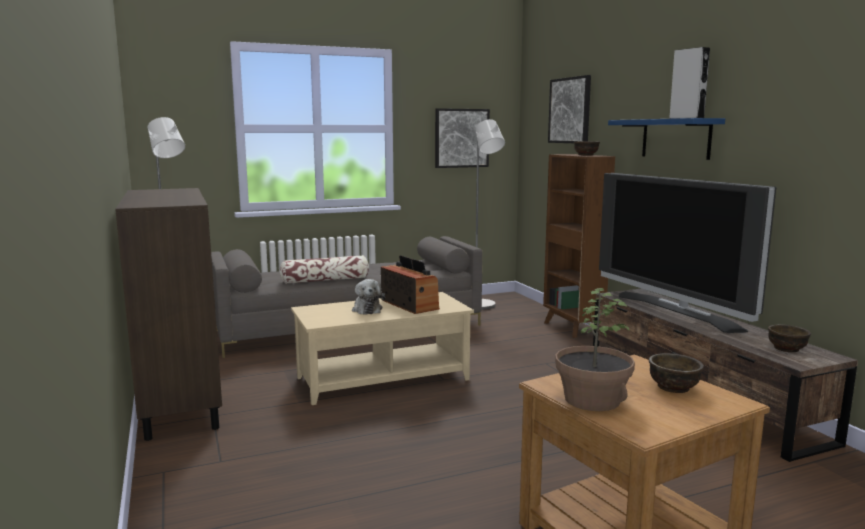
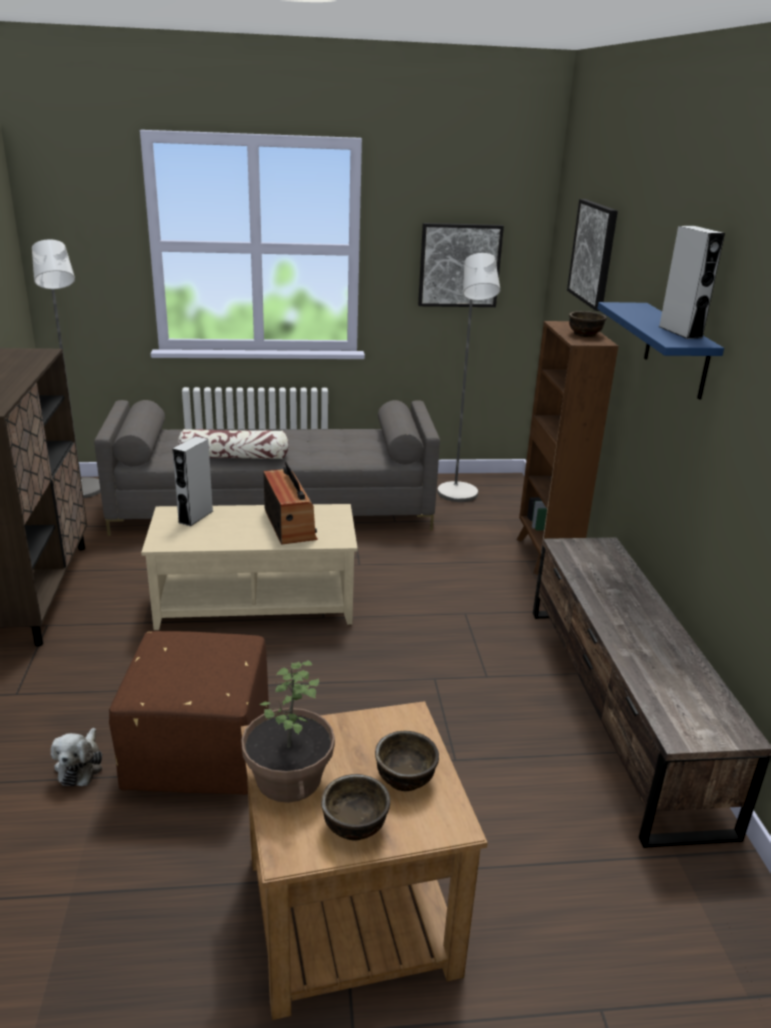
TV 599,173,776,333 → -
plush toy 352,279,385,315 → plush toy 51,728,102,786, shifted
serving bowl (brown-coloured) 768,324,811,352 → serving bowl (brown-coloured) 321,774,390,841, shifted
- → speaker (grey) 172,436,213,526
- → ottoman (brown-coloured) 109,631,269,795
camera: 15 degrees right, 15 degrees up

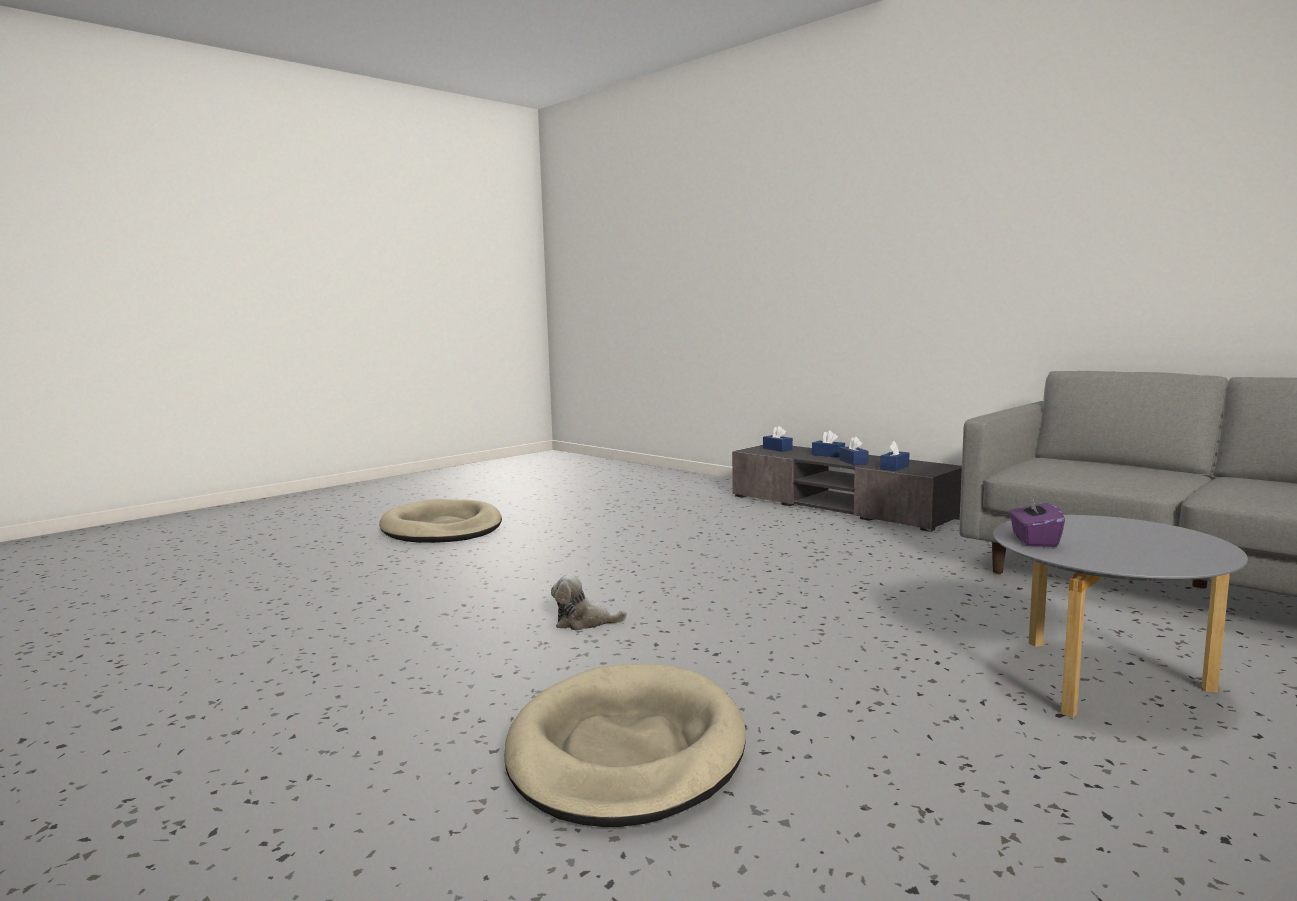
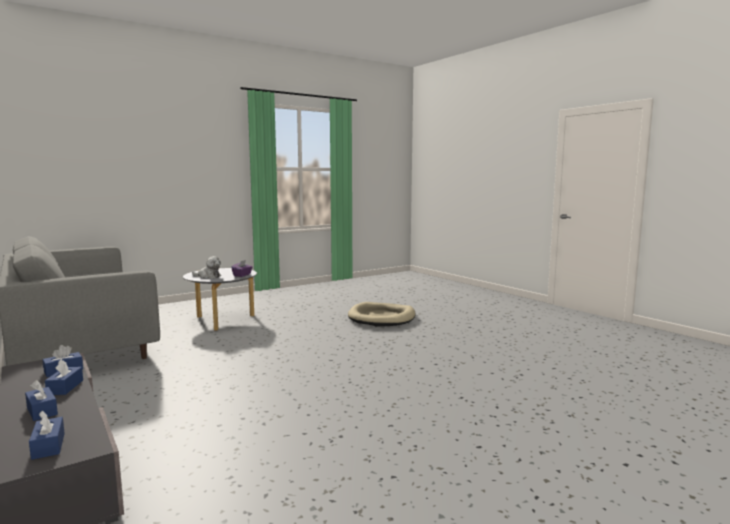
dog cushion (beige) 379,499,502,543 → -
plush toy 551,574,627,631 → plush toy 192,256,221,279, shifted
camera: 170 degrees left, 0 degrees up

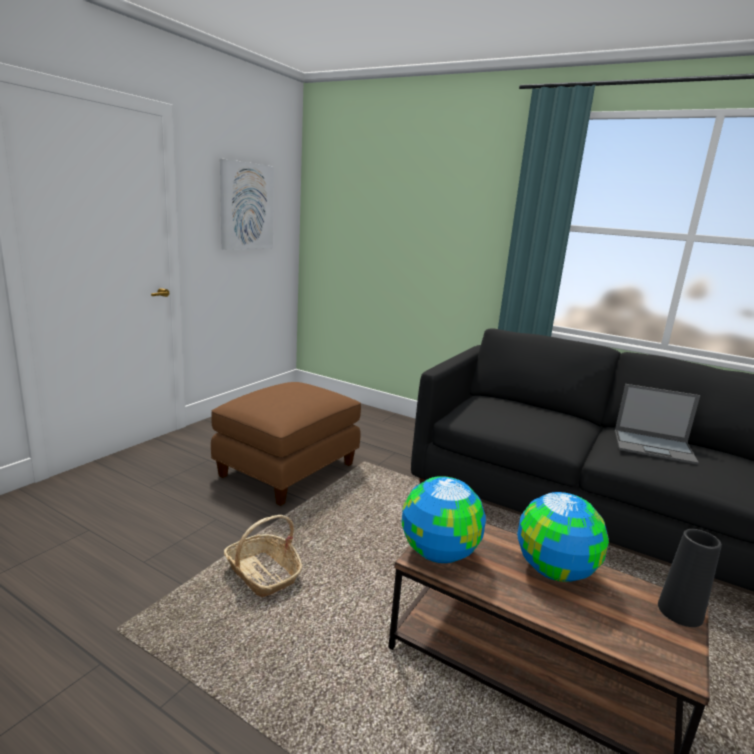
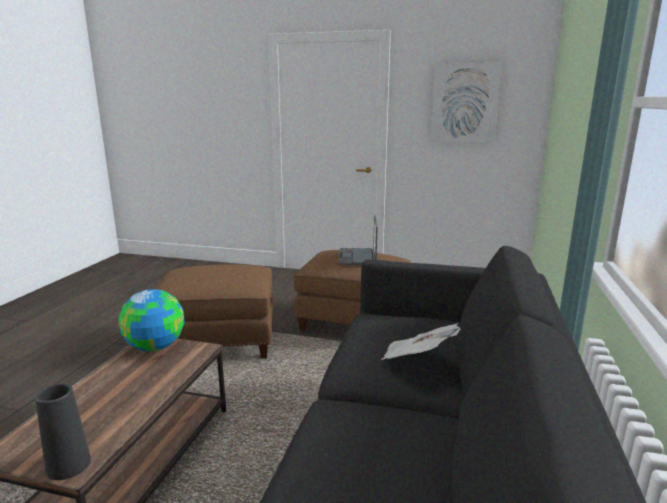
portable computer 615,384,700,465 → portable computer 338,215,378,265, shifted
globe 517,492,609,582 → -
storage basket 224,515,302,597 → ottoman (brown-coloured) 155,264,273,358
- → newspaper 381,324,460,360
camera: 75 degrees right, 0 degrees up

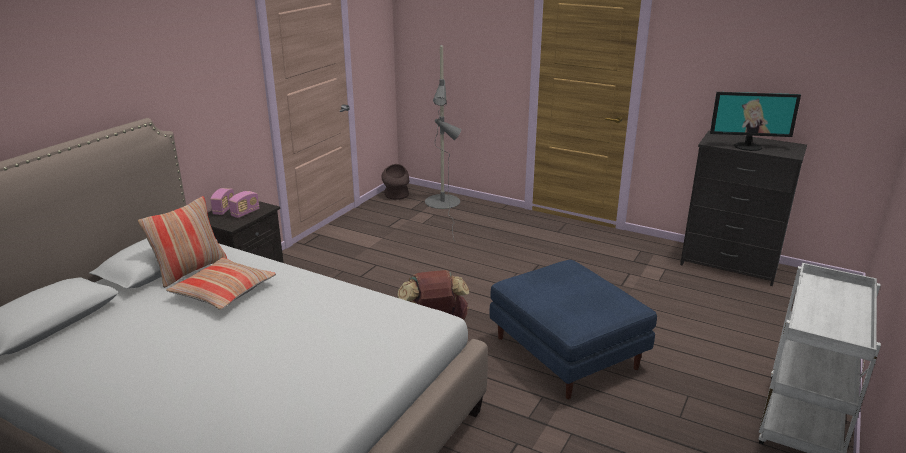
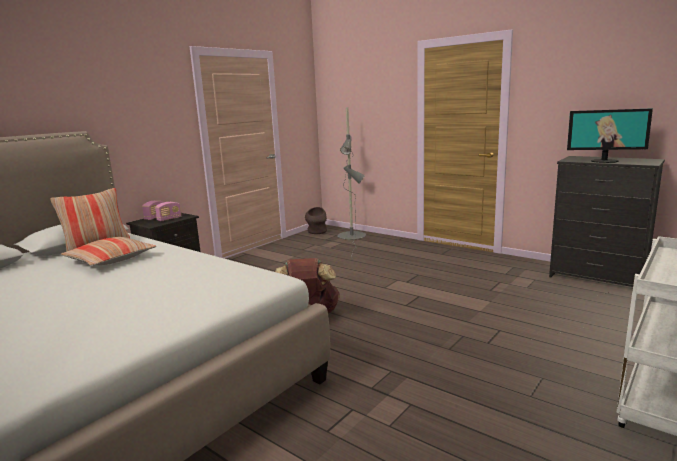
ottoman (blue-coloured) 490,260,657,399 → -
camera: 10 degrees right, 10 degrees down

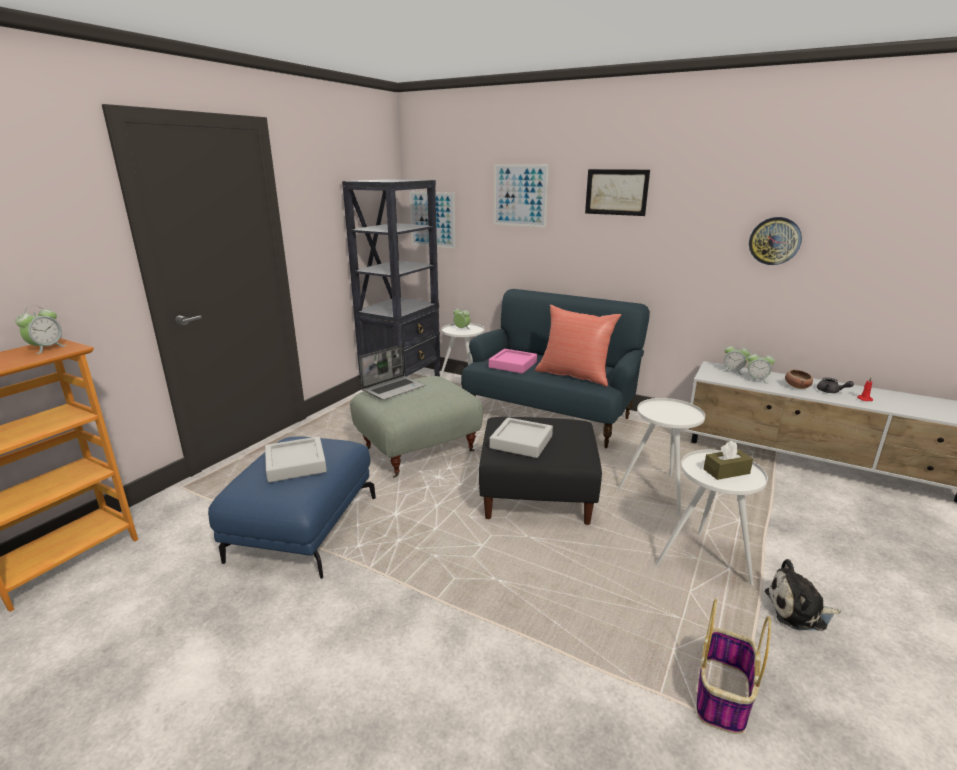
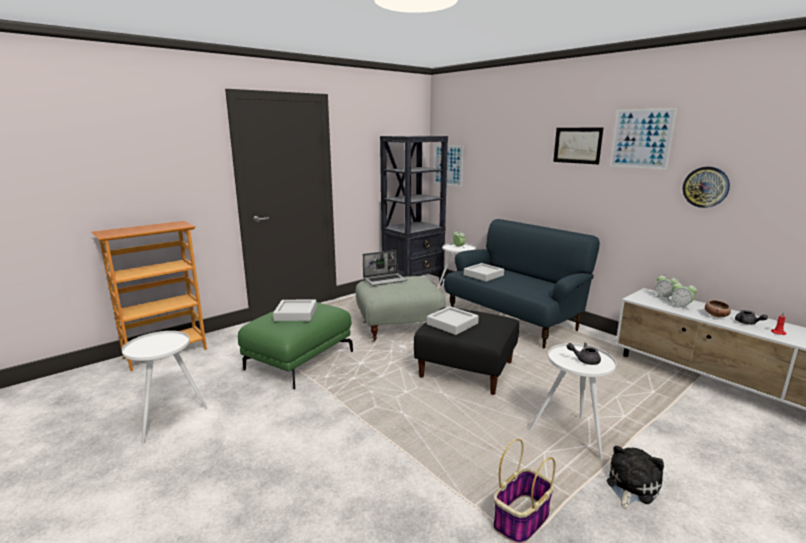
wall art 494,164,549,227 → wall art 610,108,677,170, shifted
bedside clock 15,305,67,354 → -
throw pillow (red) 535,305,621,387 → -
carrying tray (pink-coloured) 489,349,537,374 → carrying tray (grey) 464,263,504,282
accent table (white) 618,398,705,516 → accent table (white) 122,331,207,445, shifted
ottoman (blue-coloured) 208,436,376,579 → ottoman (green) 238,302,353,390
tissue holder (brown-coloured) 704,441,753,480 → tea pot (grey) 567,342,601,365
plush toy 765,559,841,631 → plush toy 607,446,664,509, 105 degrees clockwise
camera: 20 degrees right, 5 degrees down

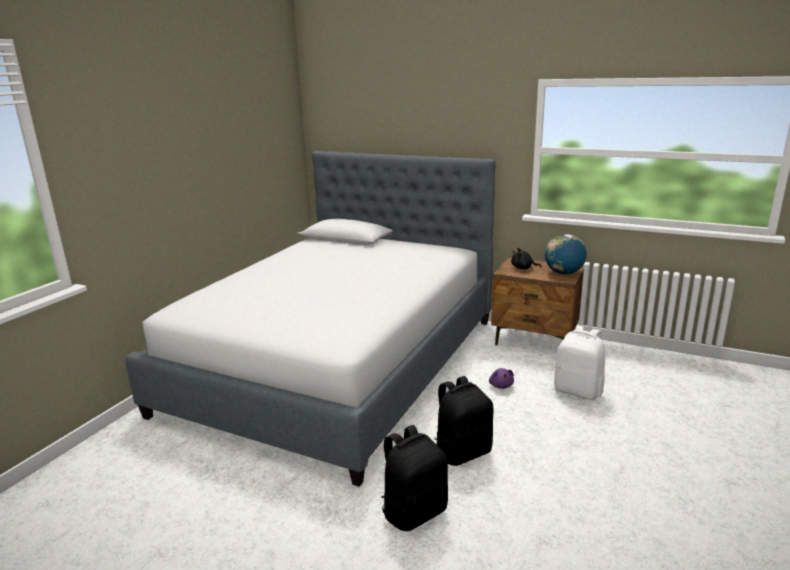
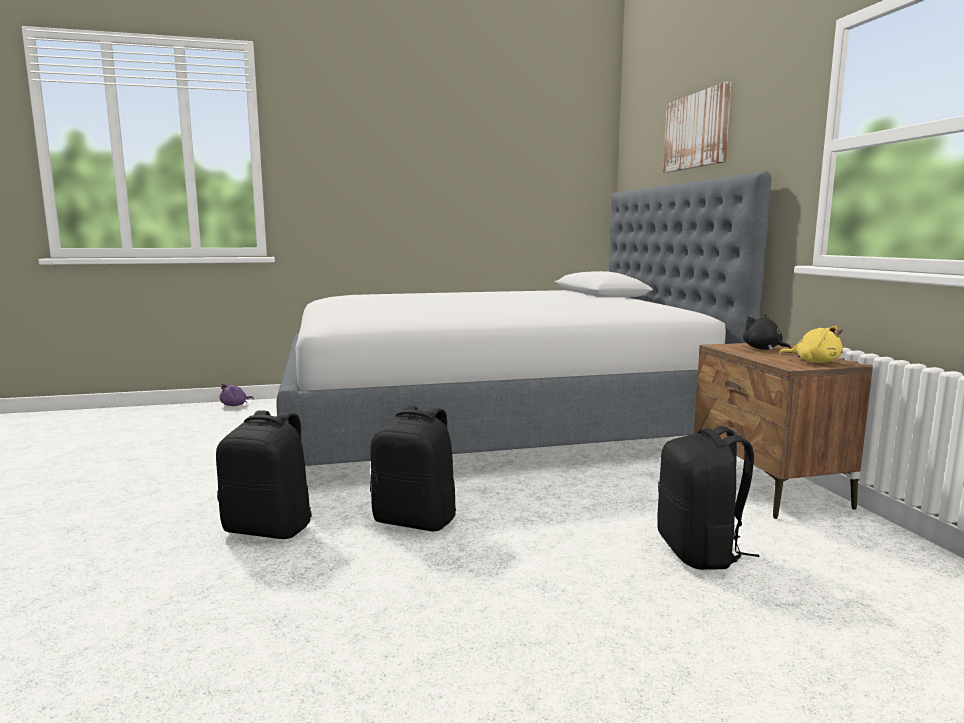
globe 545,234,587,274 → plush toy (yellow-coloured) 778,326,843,363
backpack (white) 554,325,605,400 → backpack (blackish) 657,426,760,570
plush toy (purple-coloured) 489,368,514,389 → plush toy (purple-coloured) 220,384,254,406, shifted
- → wall art 663,82,731,172
camera: 50 degrees right, 10 degrees down

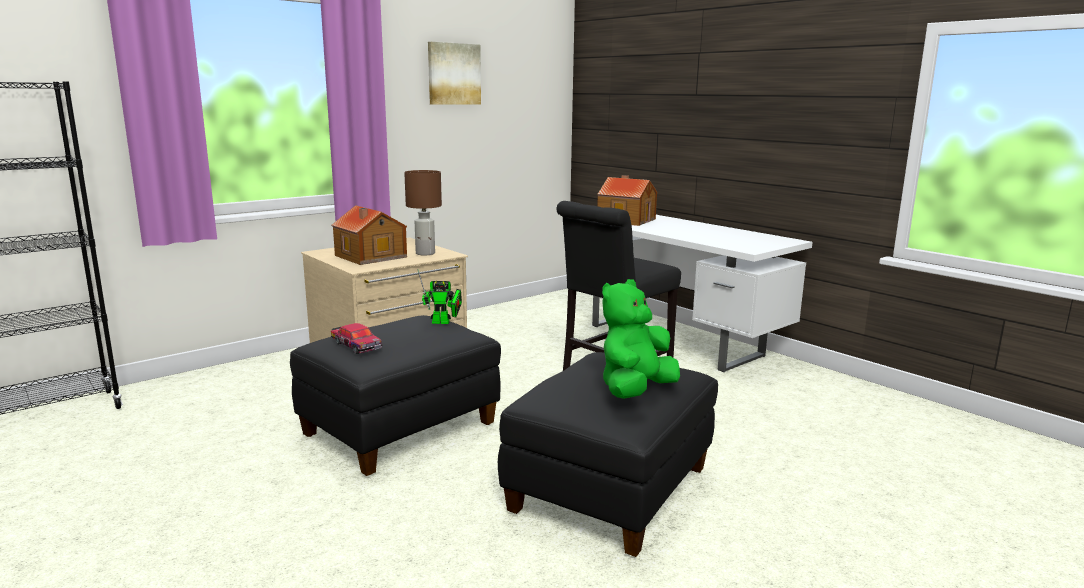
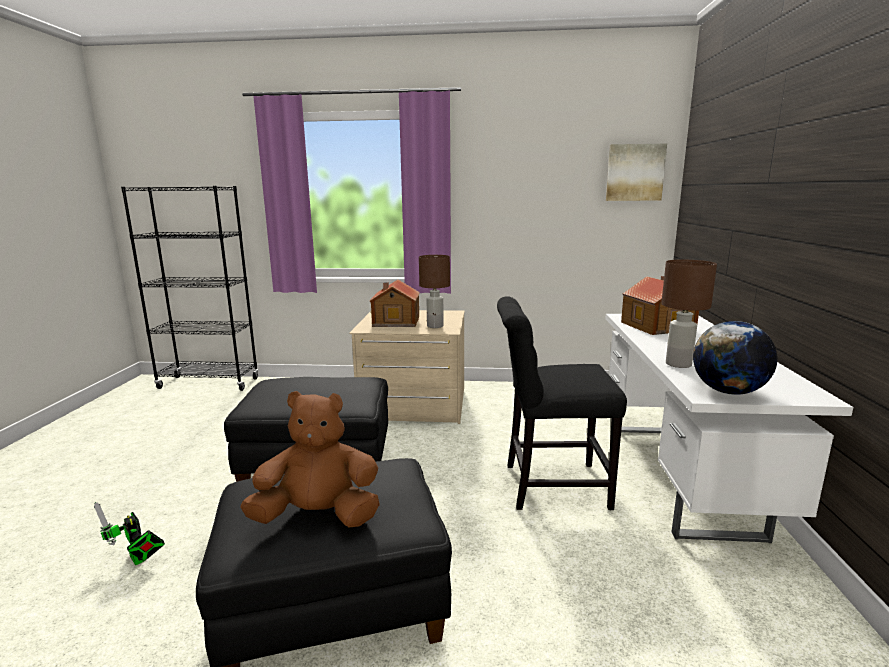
wall art 428,42,481,105 → wall art 606,143,667,201, shifted
model robot 418,270,462,324 → model robot 94,502,165,565, shifted
plush toy (green) 602,279,680,399 → plush toy (brown-coloured) 240,391,380,527
model car 331,323,382,354 → -
- → lamp for a table (brown-coloured) 661,260,717,368
- → globe 693,321,777,395
camera: 45 degrees right, 0 degrees up

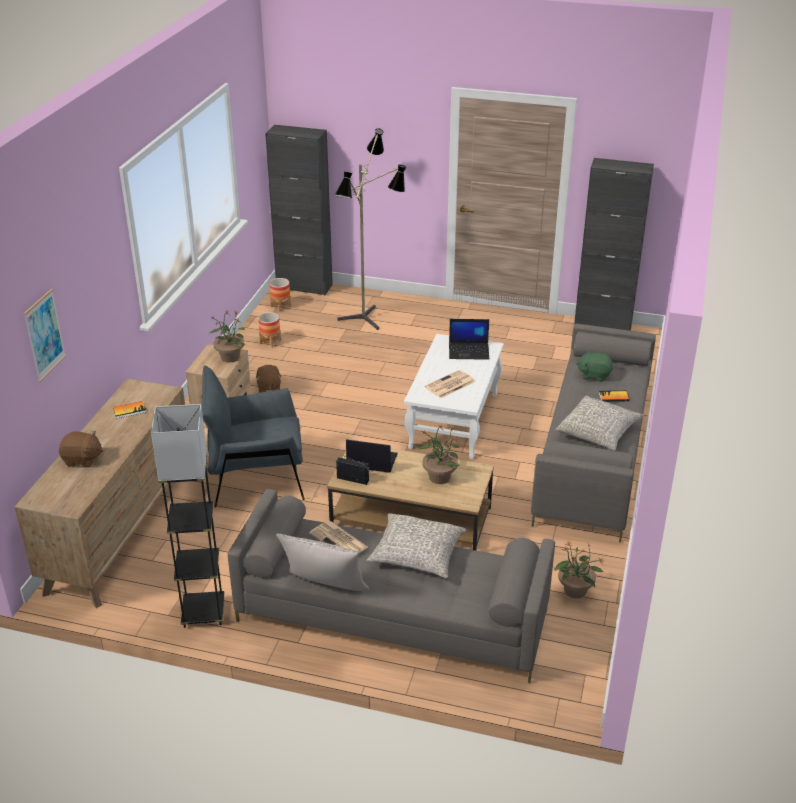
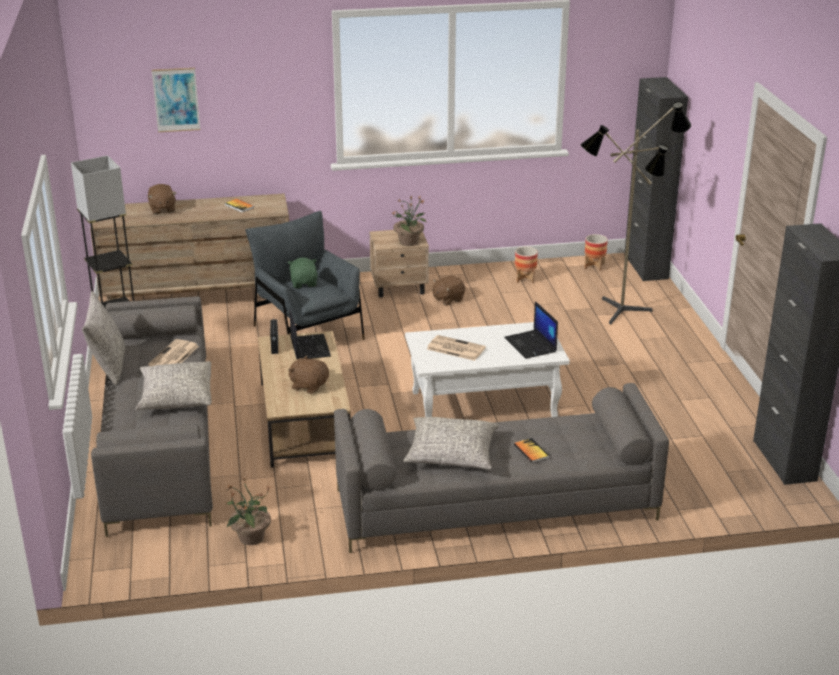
plush toy (green) 576,350,613,382 → plush toy (green) 288,258,318,288, shifted
houseplant 418,424,460,484 → plush toy (brown-coloured) 288,355,329,394
camera: 65 degrees right, 5 degrees down

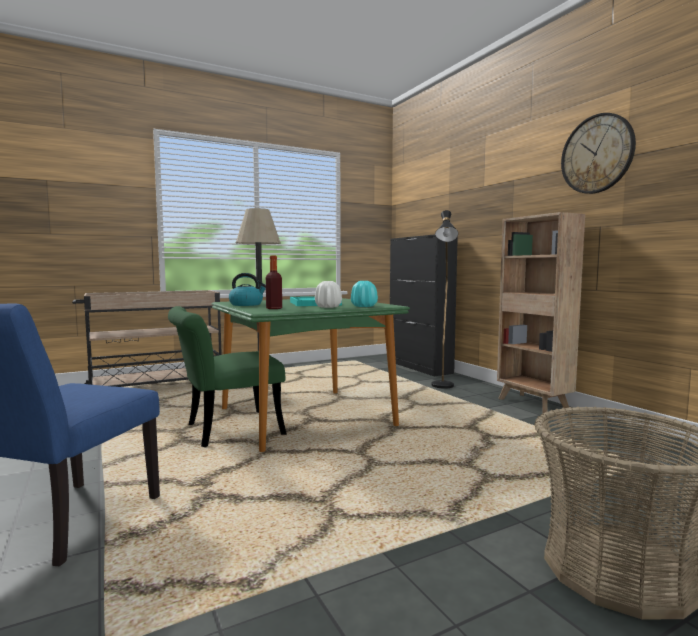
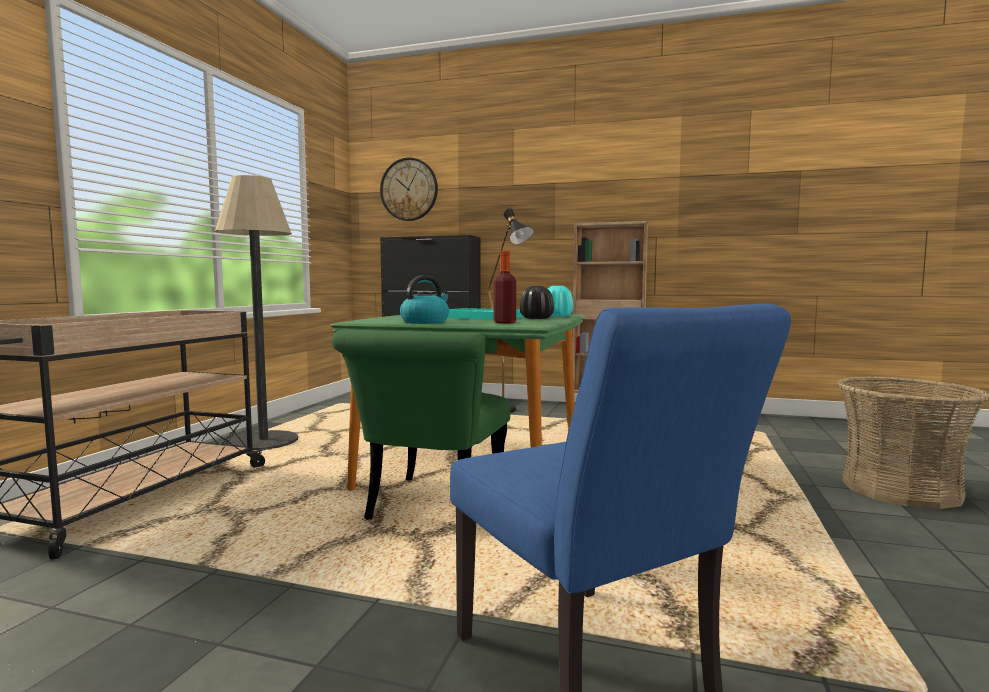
wall clock 561,113,636,194 → wall clock 380,158,438,221, shifted
flower vase (white) 315,281,342,308 → flower vase (blackish) 520,286,554,319
camera: 45 degrees left, 0 degrees up

